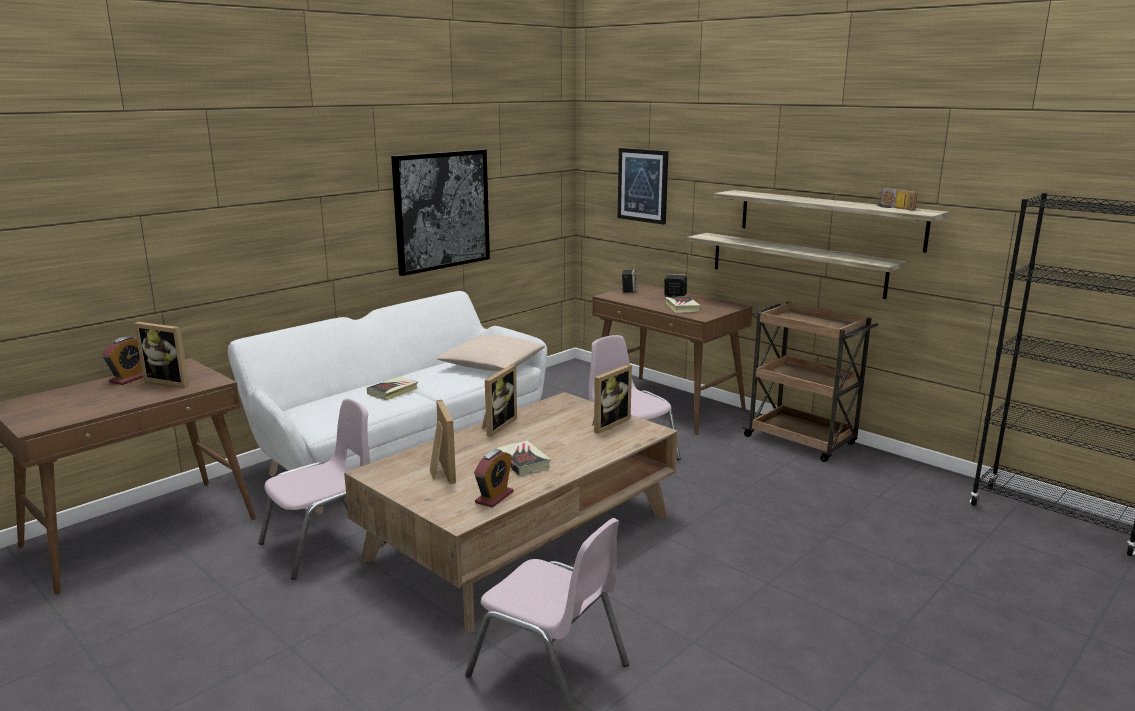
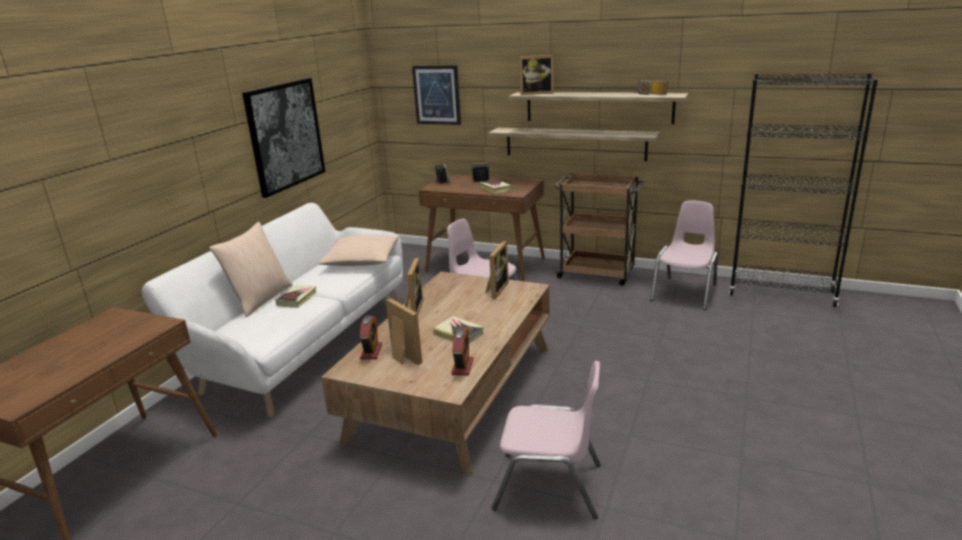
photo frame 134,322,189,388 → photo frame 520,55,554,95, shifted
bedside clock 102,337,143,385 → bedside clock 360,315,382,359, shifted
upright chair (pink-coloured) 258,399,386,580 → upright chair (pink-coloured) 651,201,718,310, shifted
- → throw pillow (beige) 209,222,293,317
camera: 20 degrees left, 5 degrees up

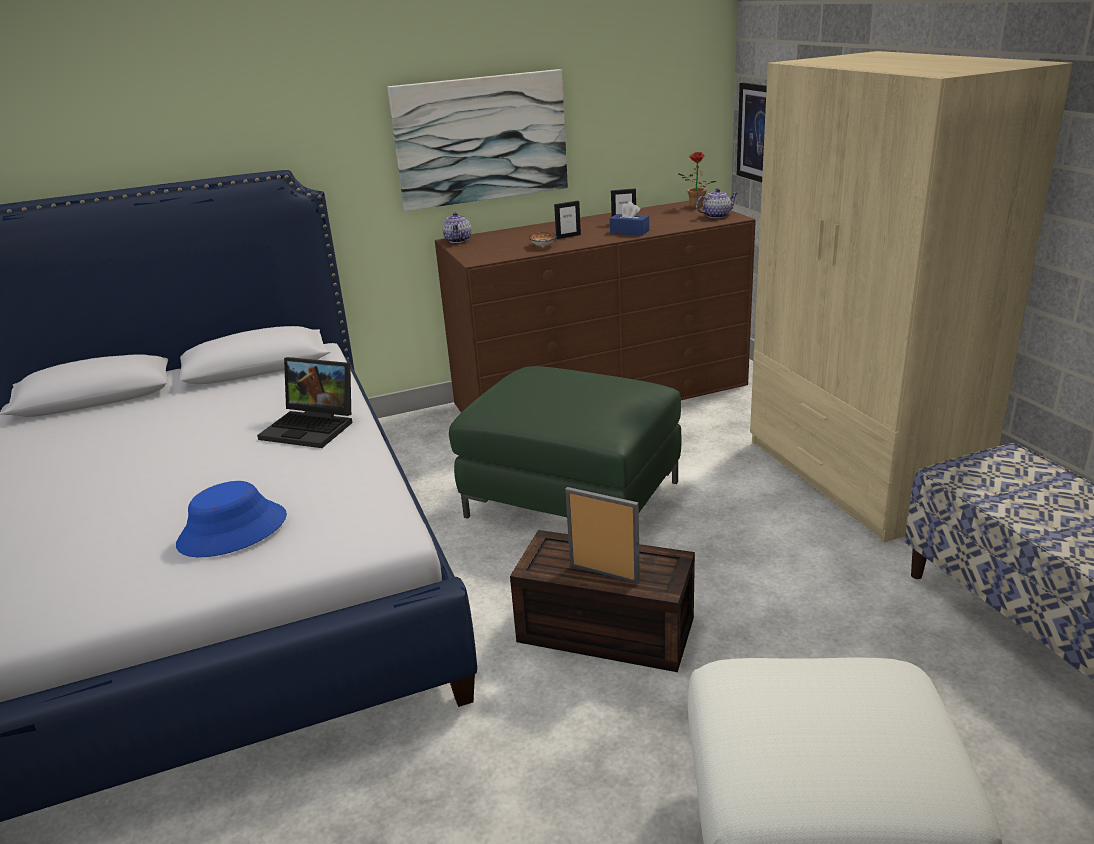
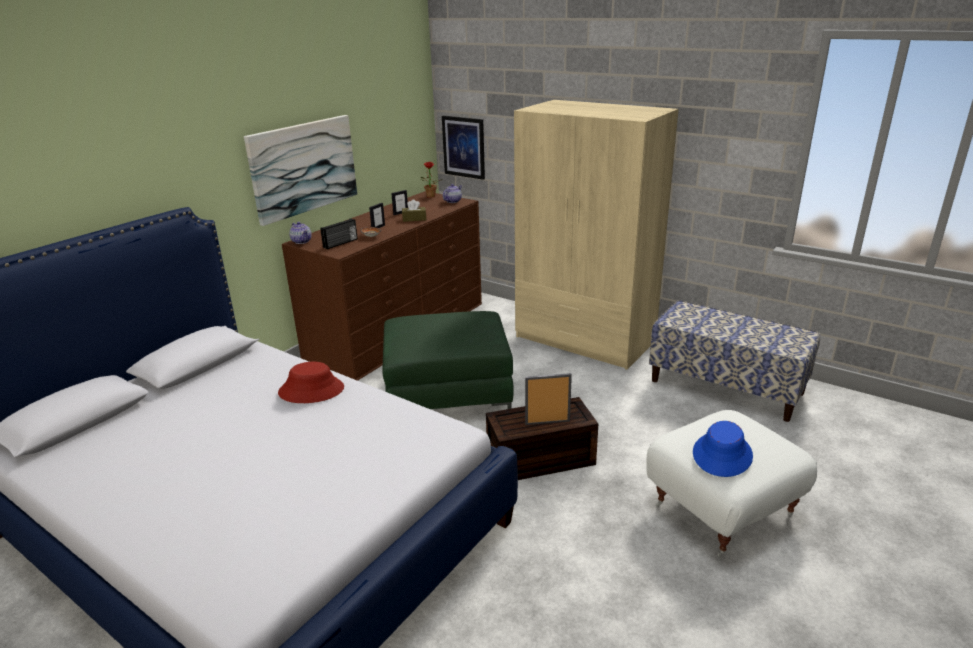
tissue holder (blue-coloured) 610,202,649,236 → tissue holder (brown-coloured) 402,199,426,222
portable computer 257,357,353,448 → clothing hat (red) 278,362,344,403
clothing hat (blue-coloured) 176,481,287,557 → clothing hat (blue-coloured) 693,421,753,477, shifted
- → radio receiver 320,218,358,249
camera: 35 degrees left, 0 degrees up

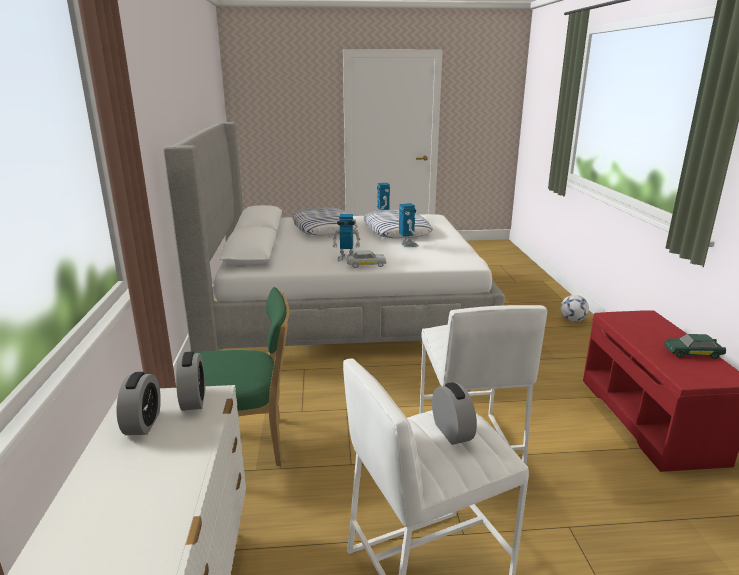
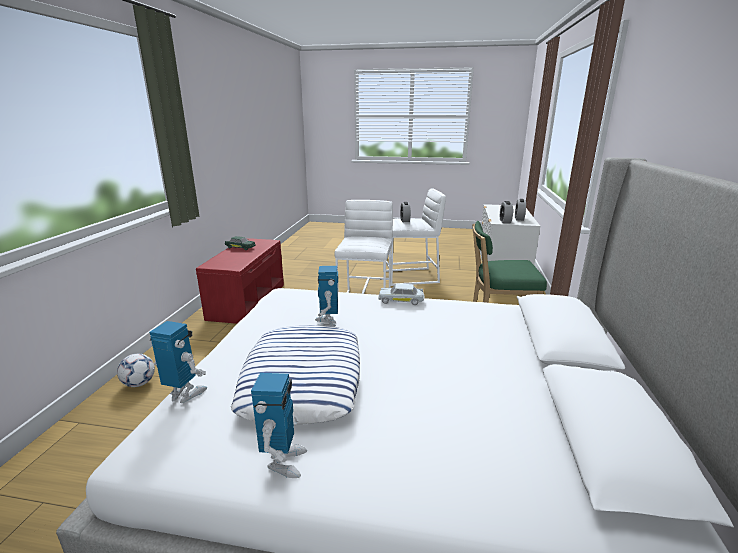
throw pillow 292,208,358,236 → -
model robot 333,214,360,262 → model robot 149,321,207,403, shifted
camera: 165 degrees left, 0 degrees up

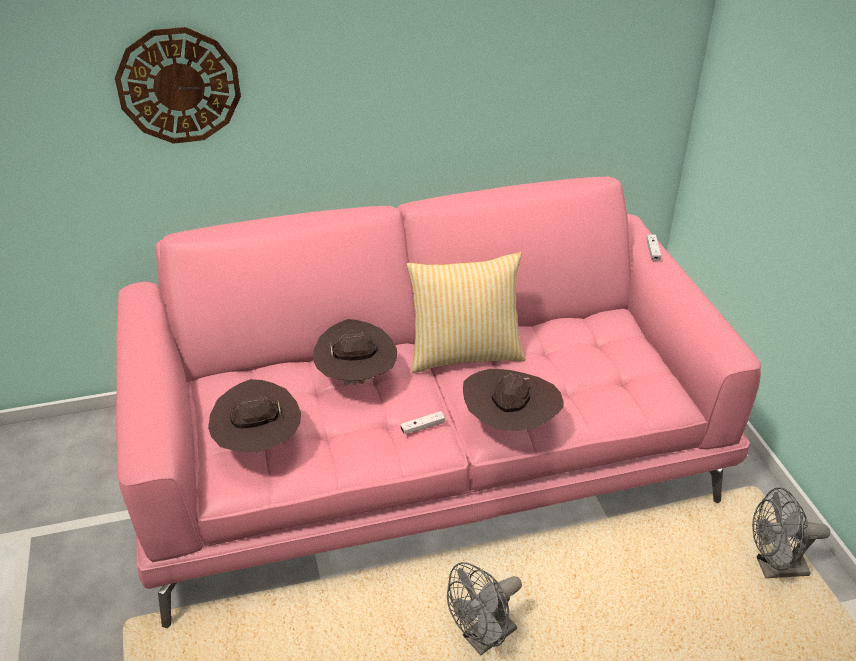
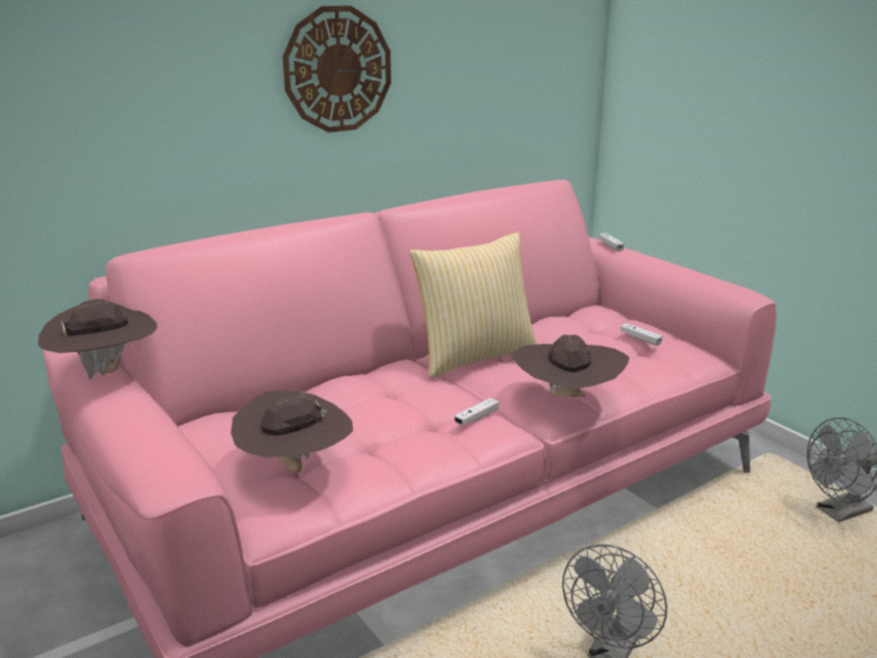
wall clock 115,27,241,144 → wall clock 282,6,391,133, shifted
clothing hat (brown-coloured) 313,319,397,386 → clothing hat (brown-coloured) 38,299,158,380, shifted
- → game controller (white) 620,323,663,346
camera: 20 degrees left, 15 degrees down

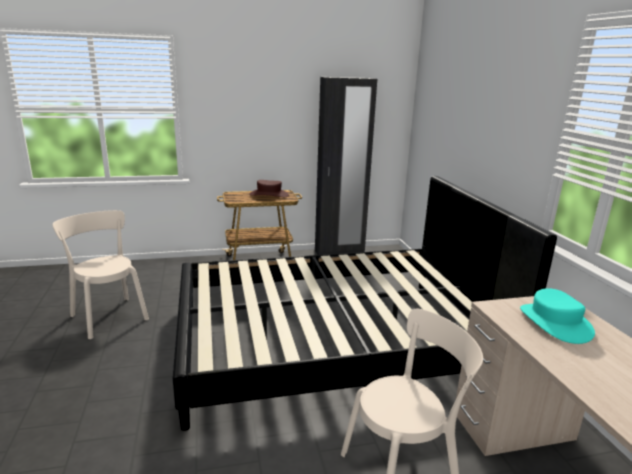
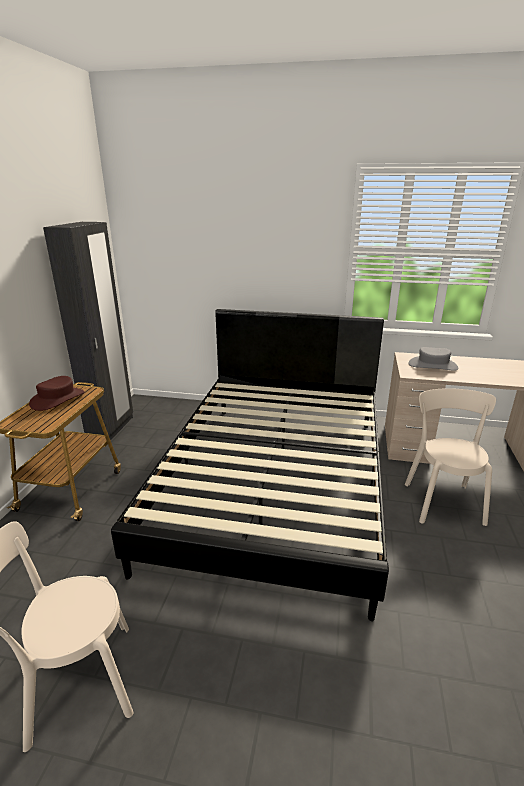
clothing hat (turquoise-coloured) 520,288,595,344 → clothing hat (grey) 408,347,458,371
camera: 65 degrees left, 5 degrees up

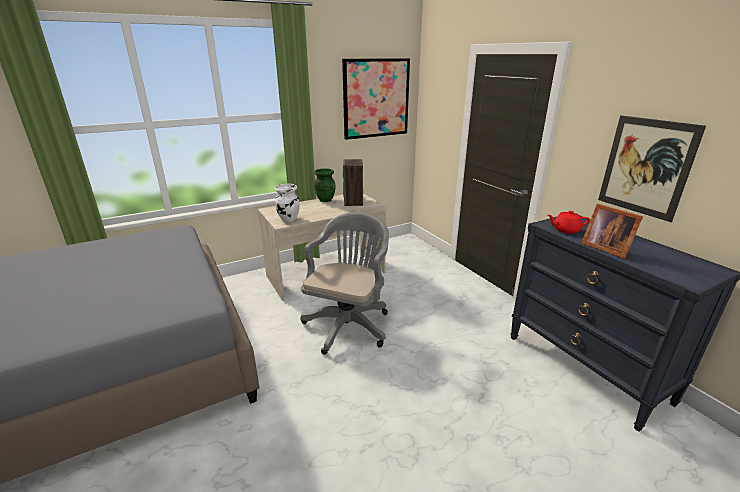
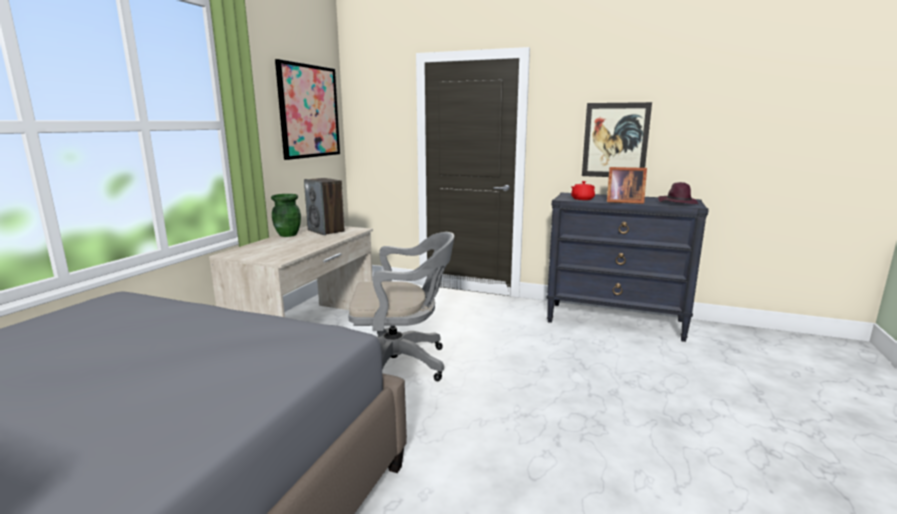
flower vase (white) 275,184,300,222 → -
desk chair (grey) 300,212,389,355 → desk chair (grey) 349,232,454,381, 105 degrees clockwise
- → clothing hat (purple-coloured) 658,182,699,205
camera: 40 degrees left, 10 degrees down

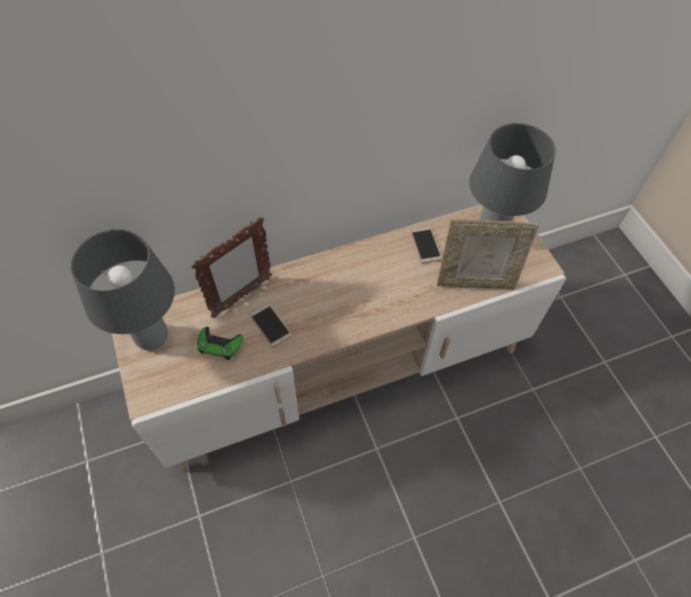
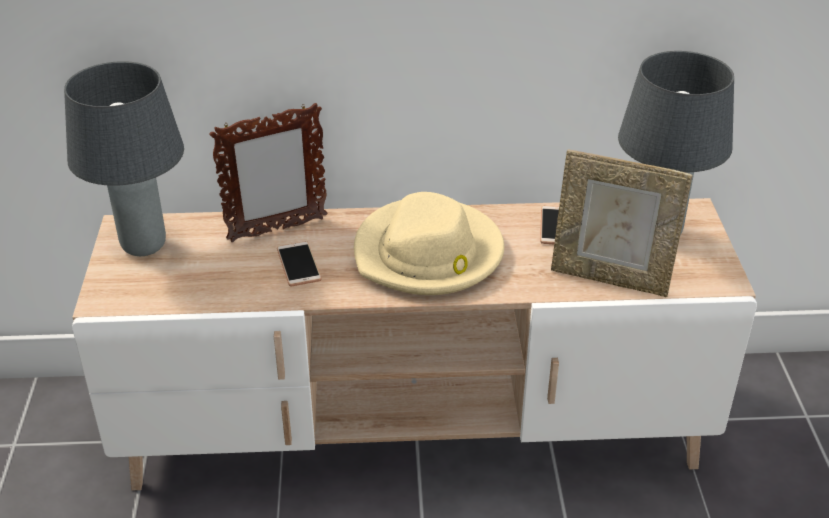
game controller (green) 197,327,243,360 → -
- → clothing hat (beige) 354,192,505,295
camera: 20 degrees right, 20 degrees down

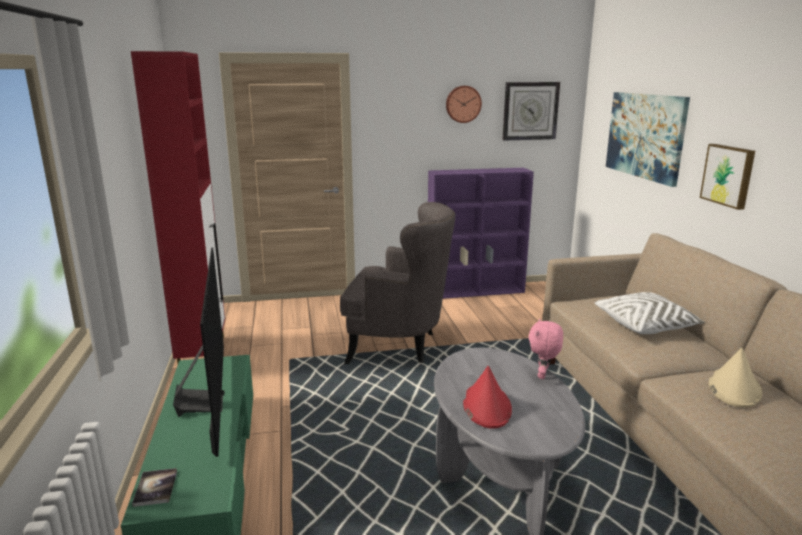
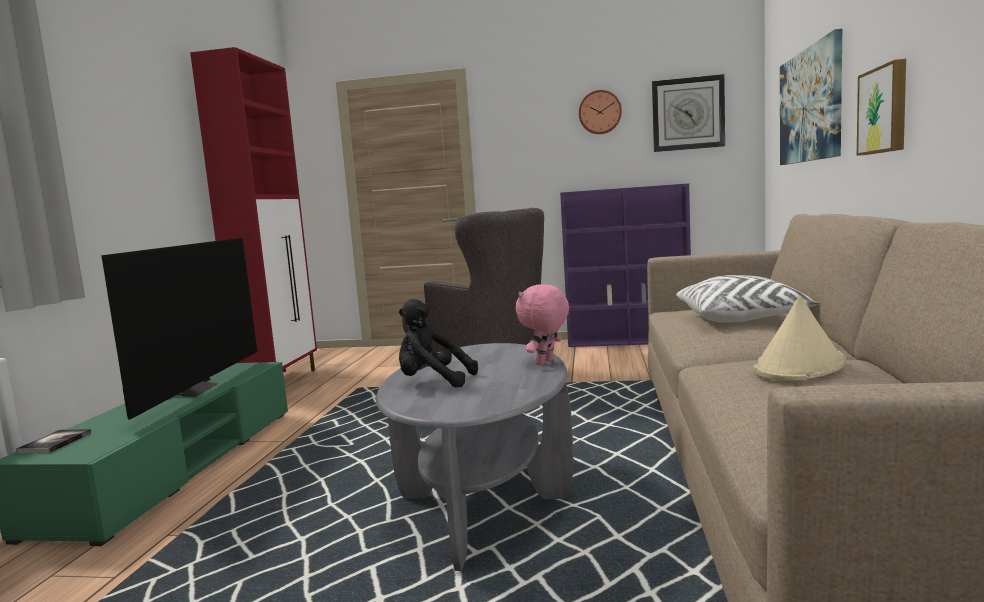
clothing hat (red) 463,366,512,428 → plush toy (blackish) 399,299,478,388
camera: 20 degrees right, 10 degrees down

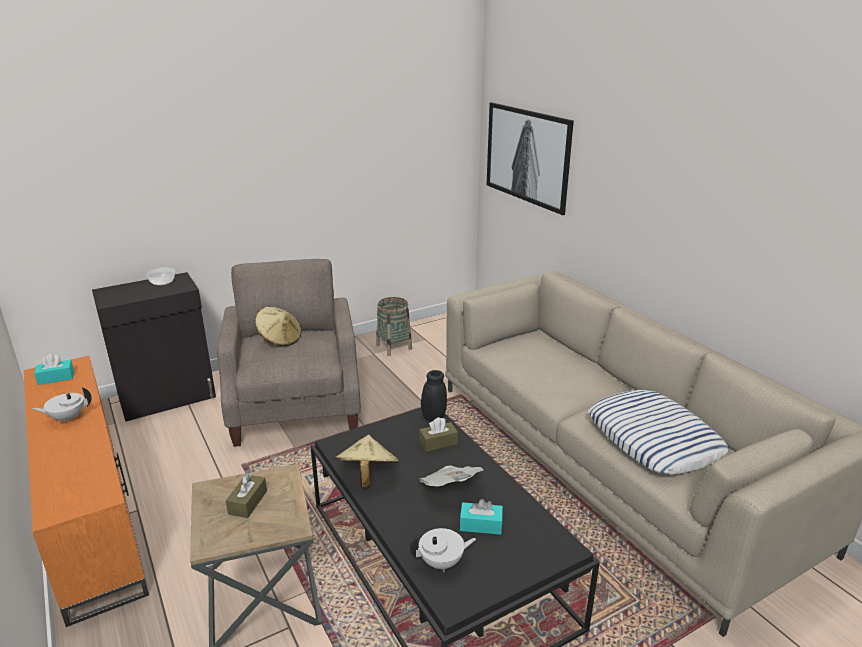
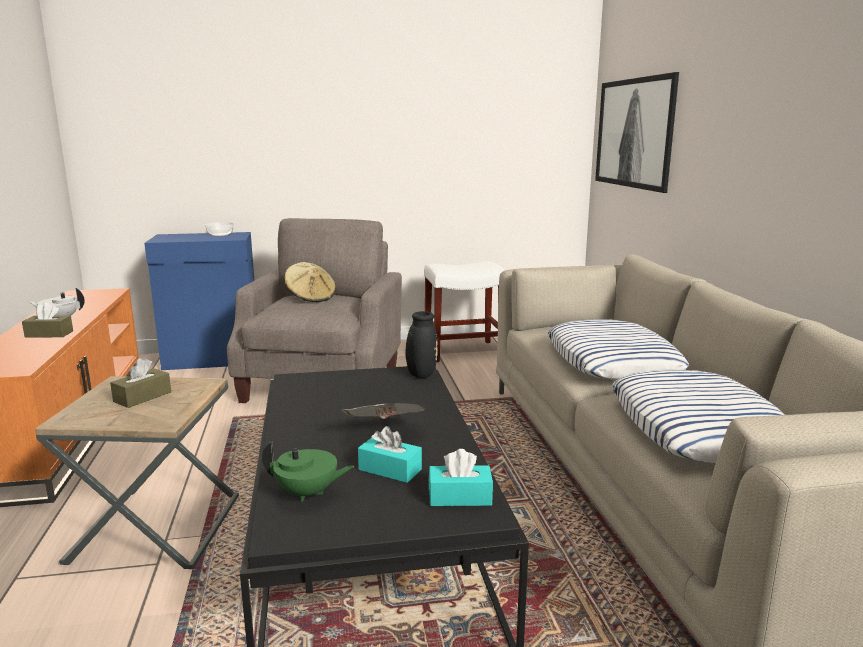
cupboard (blackish) 92,272,216,422 → cupboard (blue-coloured) 144,232,254,370
storage basket 376,297,412,356 → sitting stool (white) 424,261,505,362
tissue holder (turquoise-coloured) 34,354,74,385 → tissue holder (turquoise-coloured) 429,449,493,506, shifted
tissue holder (brown-coloured) 419,417,458,452 → tissue holder (brown-coloured) 22,302,73,338, shifted
clothing hat (beige) 335,435,400,487 → -
tea pot (white) 410,528,476,572 → tea pot (green) 262,441,354,502
- → throw pillow 548,319,689,380
camera: 20 degrees right, 10 degrees down

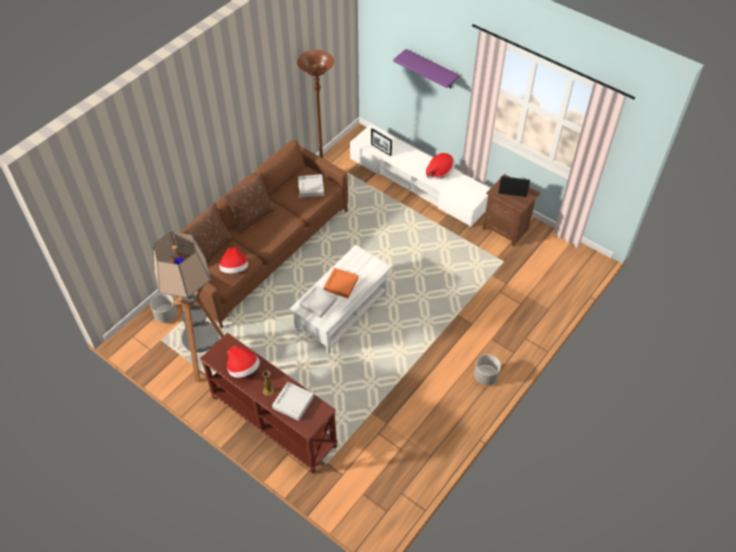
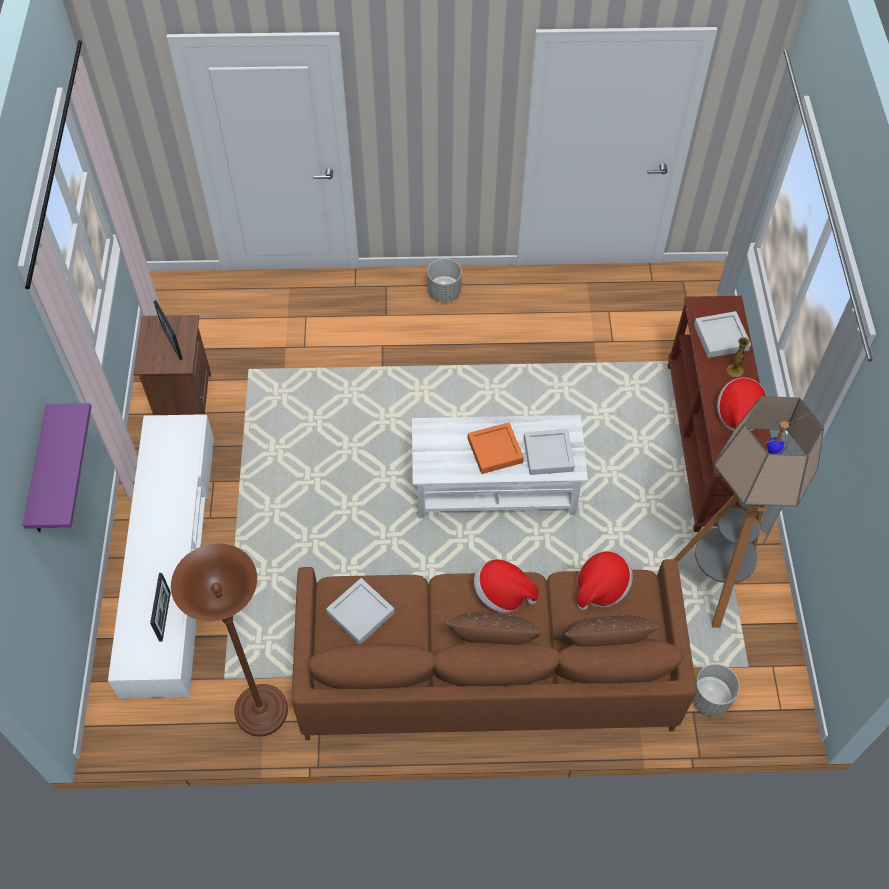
clothing hat 426,153,455,179 → clothing hat 474,559,538,613, shifted
camera: 130 degrees left, 5 degrees up

